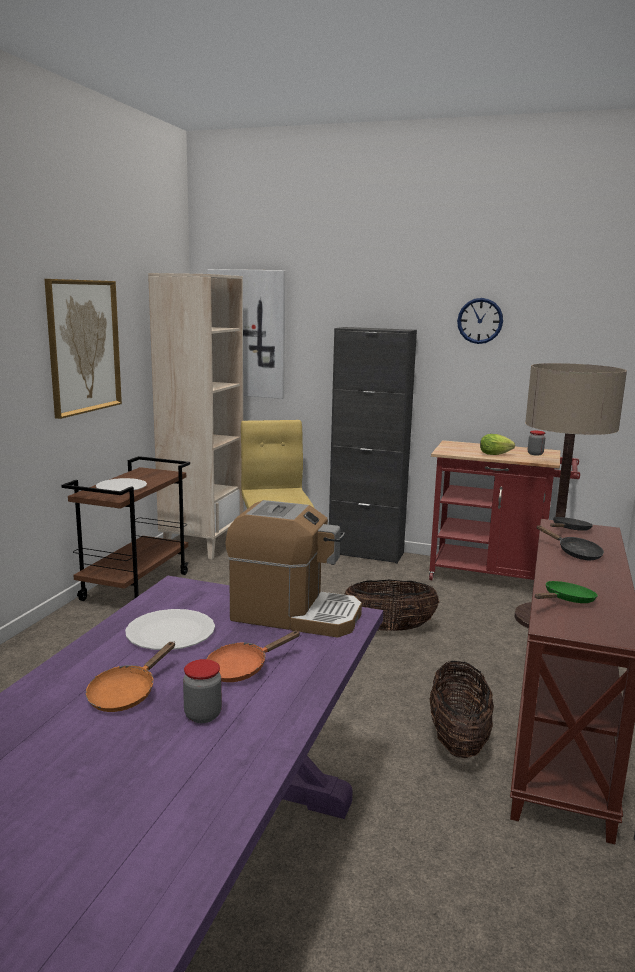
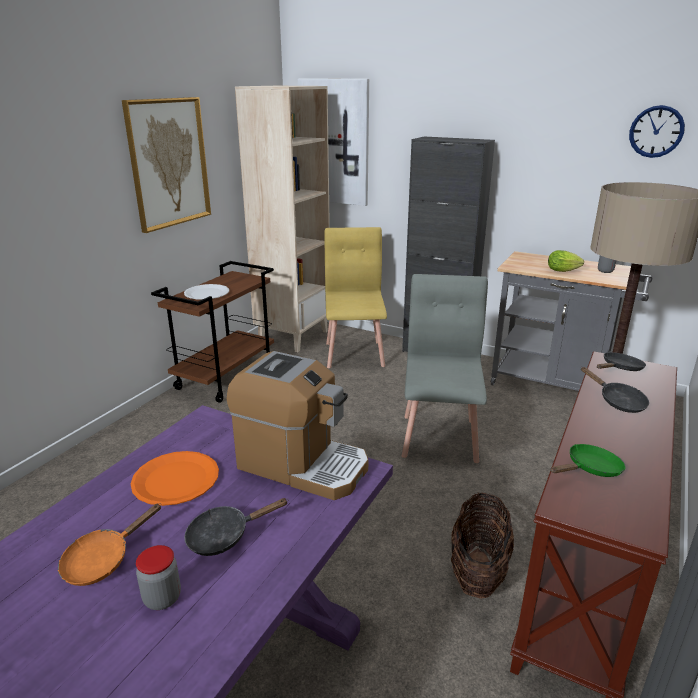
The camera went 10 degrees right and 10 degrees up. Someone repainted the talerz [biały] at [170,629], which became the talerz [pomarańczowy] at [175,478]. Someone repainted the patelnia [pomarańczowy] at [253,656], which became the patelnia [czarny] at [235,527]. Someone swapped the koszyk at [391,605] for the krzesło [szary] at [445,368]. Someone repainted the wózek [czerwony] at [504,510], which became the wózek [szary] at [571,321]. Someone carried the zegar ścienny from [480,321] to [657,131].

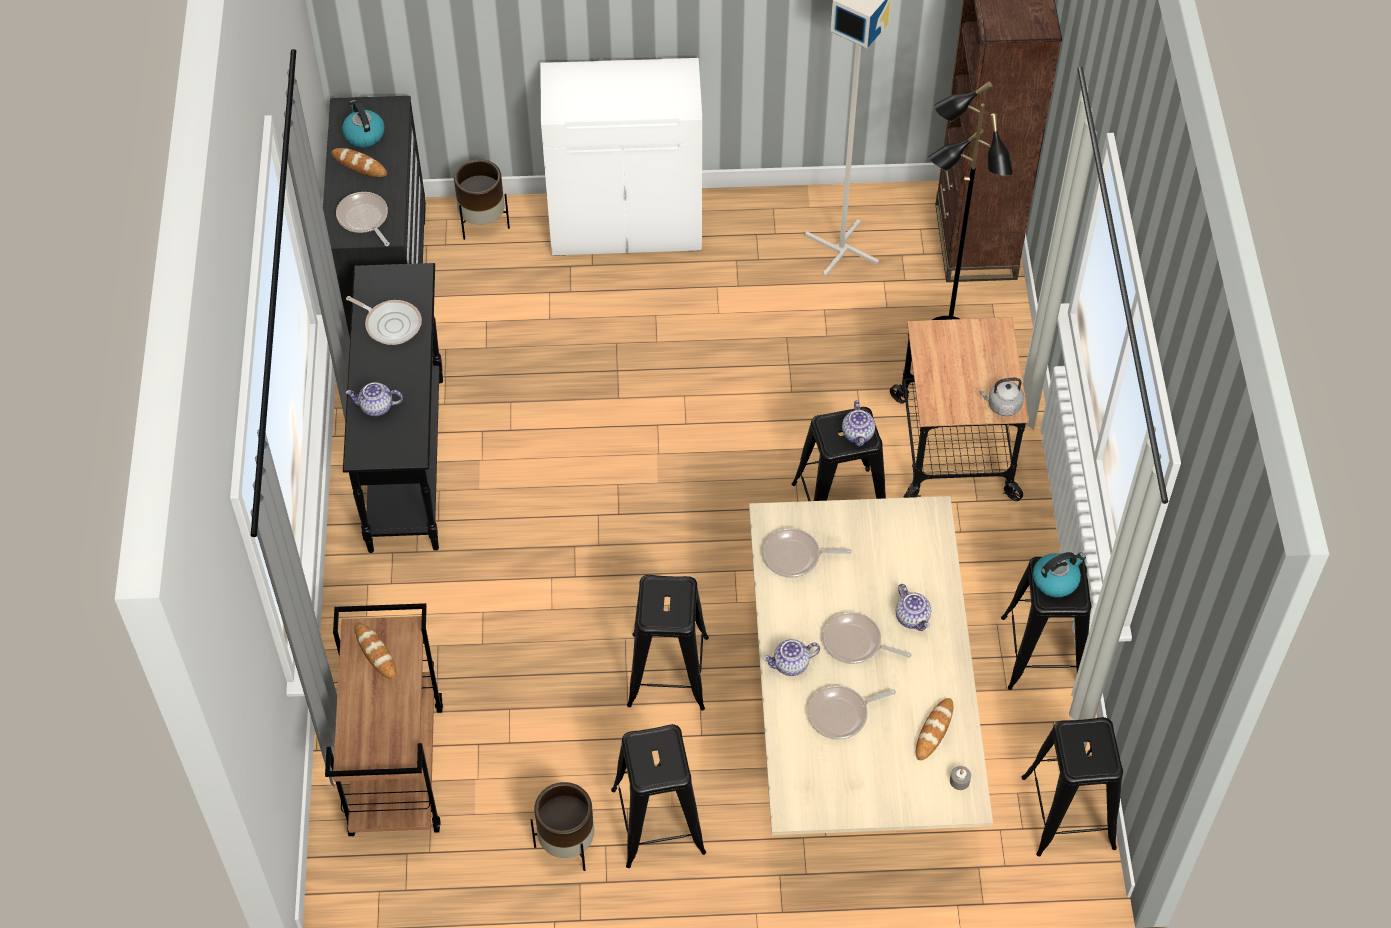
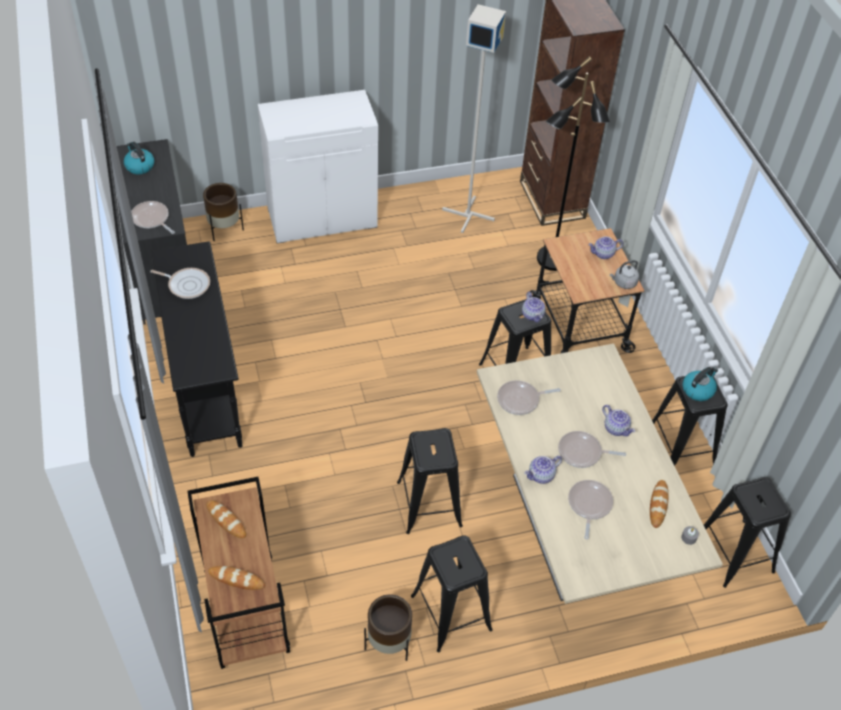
The camera went 15 degrees left and 5 degrees down. Someone carried the chleb from [359,162] to [236,578]. Someone carried the imbryk from [374,399] to [605,247]. Someone rotated the patelnia at [852,713] by 135 degrees clockwise.

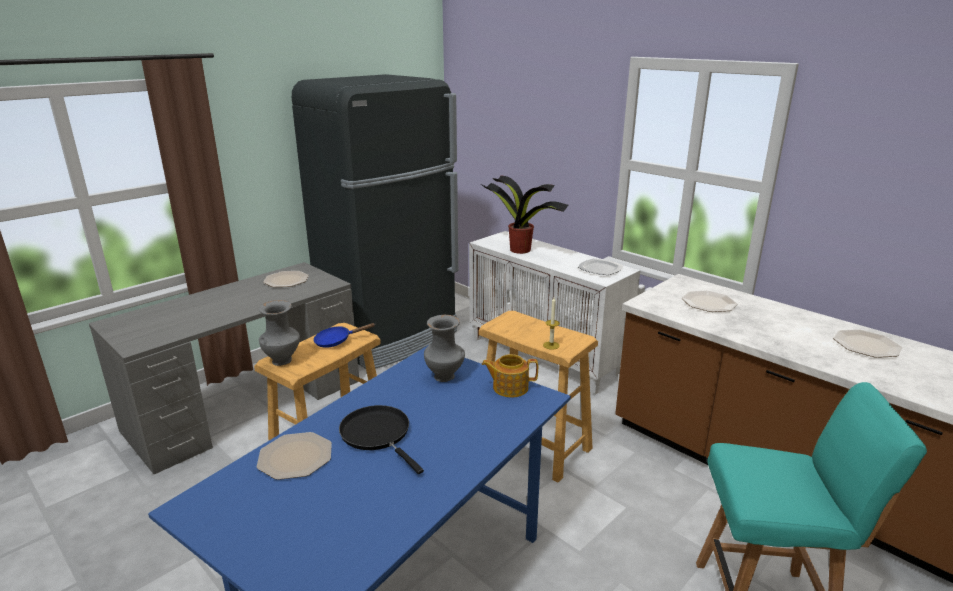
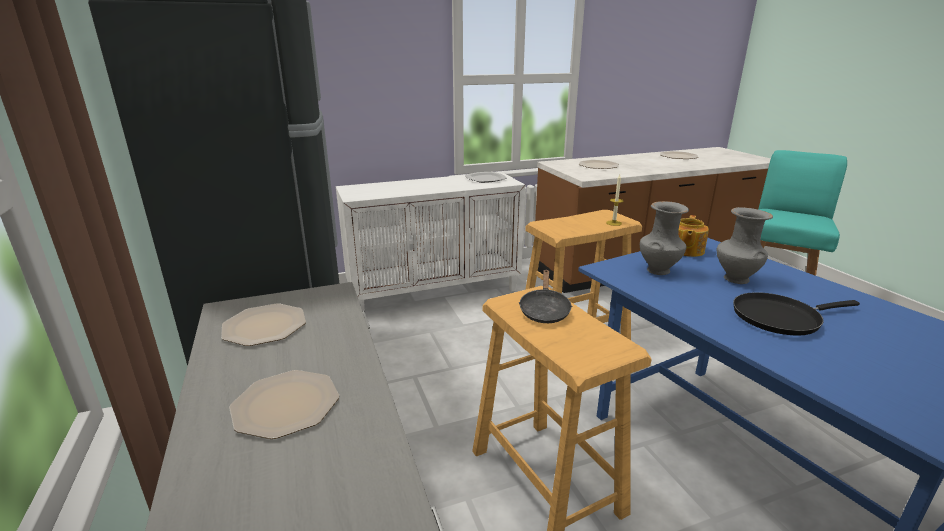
The camera went 65 degrees left and 0 degrees up. Someone carried the talerz from [294,456] to [284,404]. Someone carried the wazon [szary] from [279,333] to [745,245]. Someone repainted the patelnia [niebieski] at [344,335], which became the patelnia [czarny] at [545,296]. Someone took away the roślina doniczkowa at [525,215].

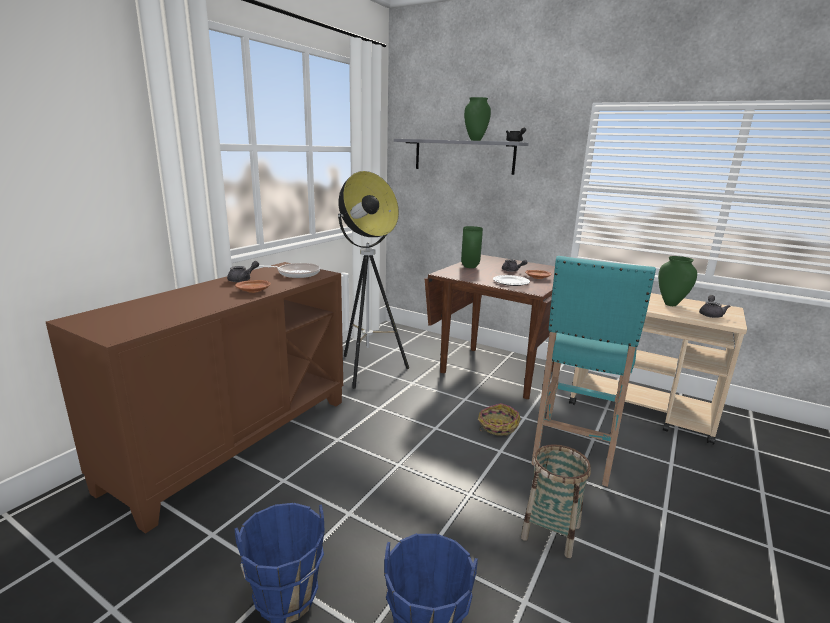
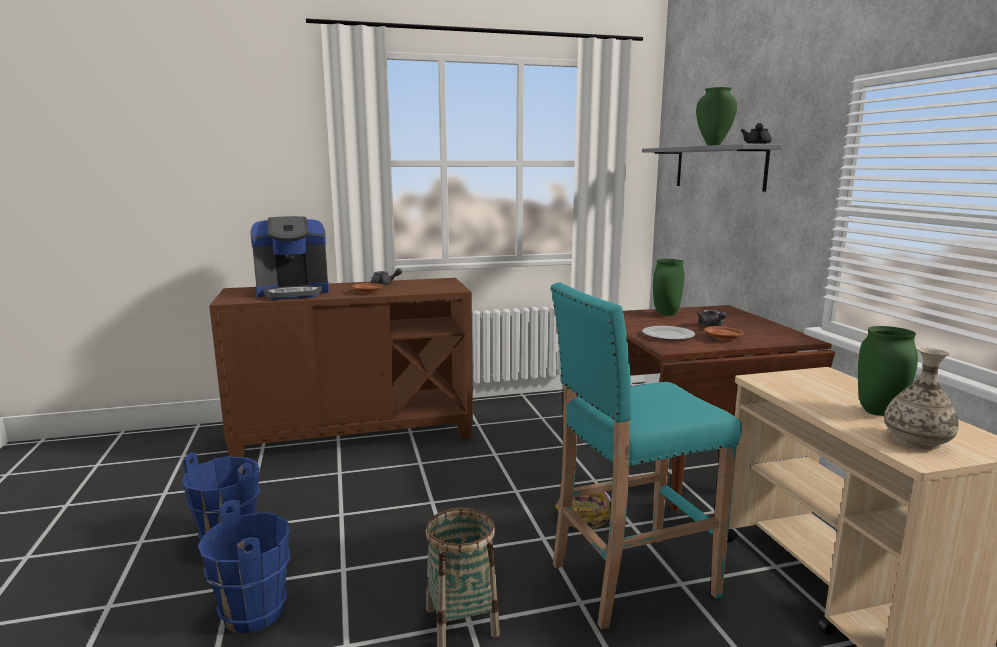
The camera went 45 degrees right and 5 degrees down. Someone took away the patelnia at [289,270]. Someone took away the lampa stojąca at [373,280]. Someone swapped the imbryk [szary] at [714,306] for the wazon at [921,399]. Someone put down the ekspres do kawy at [290,258].

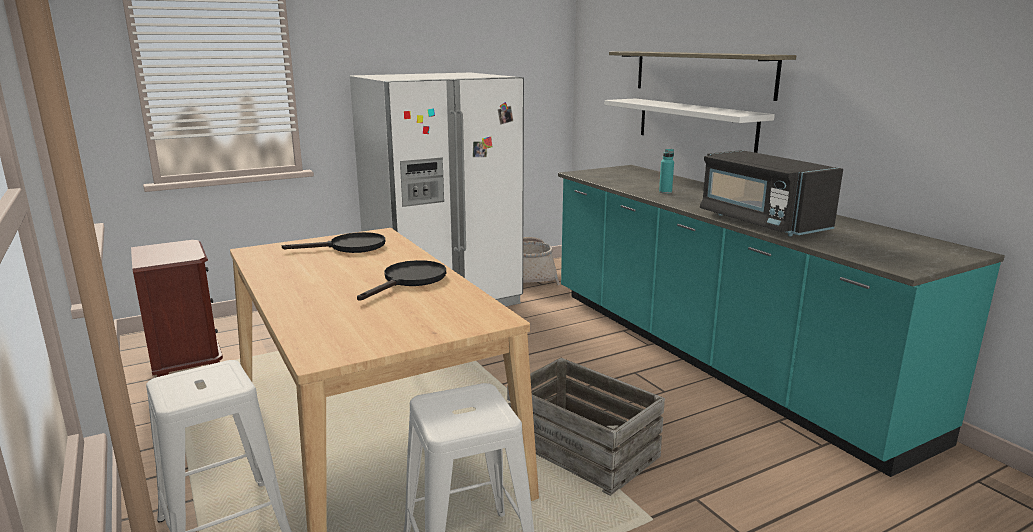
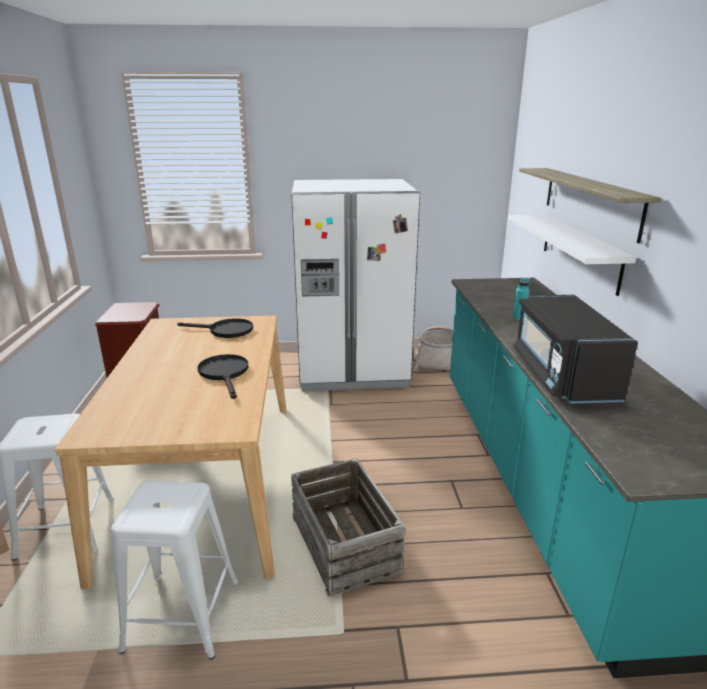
The camera went 25 degrees right and 5 degrees up. Someone rotated the patelnia [czarny] at [401,280] by 75 degrees counterclockwise.

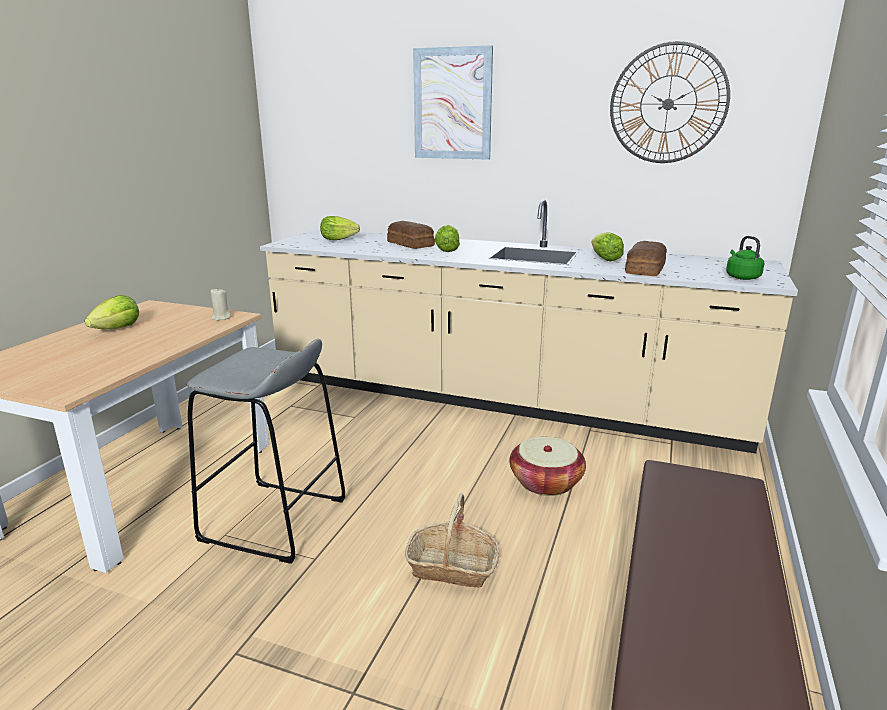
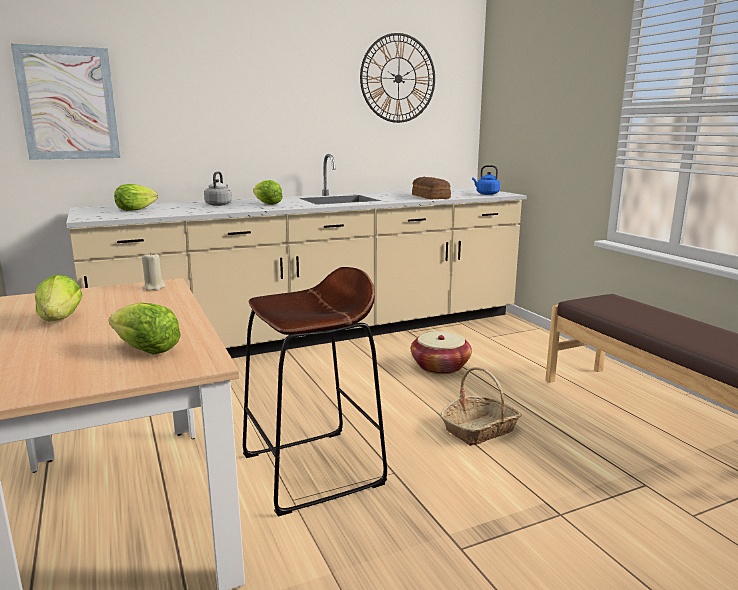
The camera went 45 degrees left and 5 degrees down. Someone repainted the stołek [szary] at [266,451], which became the stołek [brązowy] at [315,391]. Someone swapped the chleb at [411,235] for the czajnik [szary] at [218,189]. Someone carried the obraz from [453,102] to [65,102]. Someone carried the sałata from [607,246] to [145,328]. Someone repainted the czajnik [zielony] at [745,258], which became the czajnik [niebieski] at [486,180].

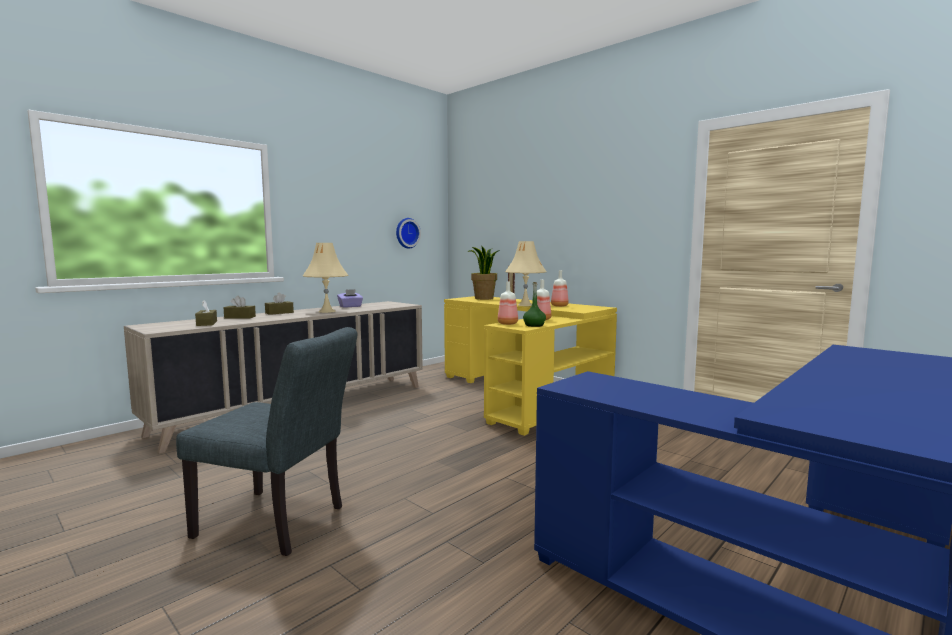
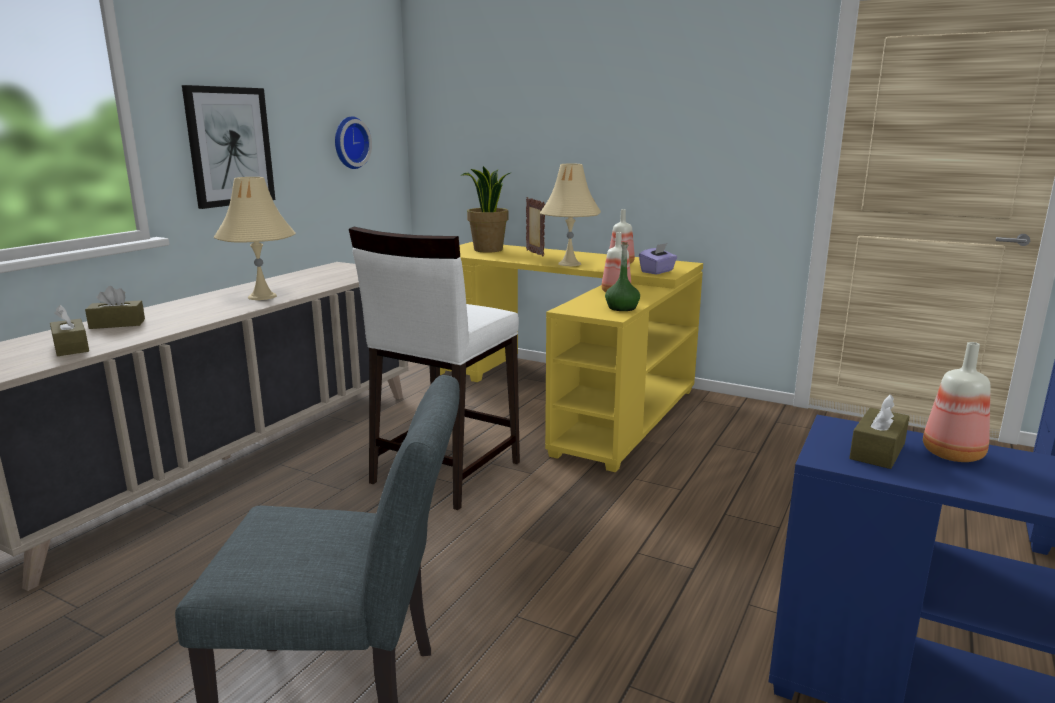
The camera went 15 degrees left and 10 degrees up. Someone carried the pudełko chusteczek [brązowy] from [279,304] to [879,432]. Someone carried the pudełko chusteczek [fioletowy] from [350,298] to [658,258]. Someone carried the butelka from [508,303] to [957,402]. Someone put up the obraz at [228,147]. Someone put down the stołek [biały] at [434,368].

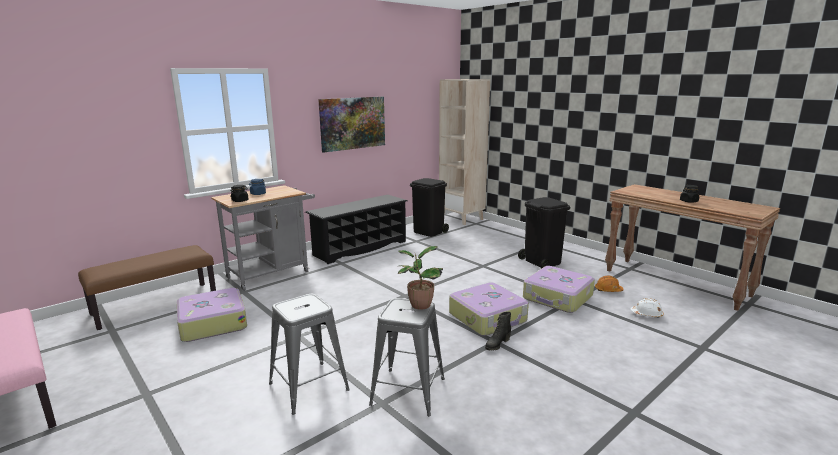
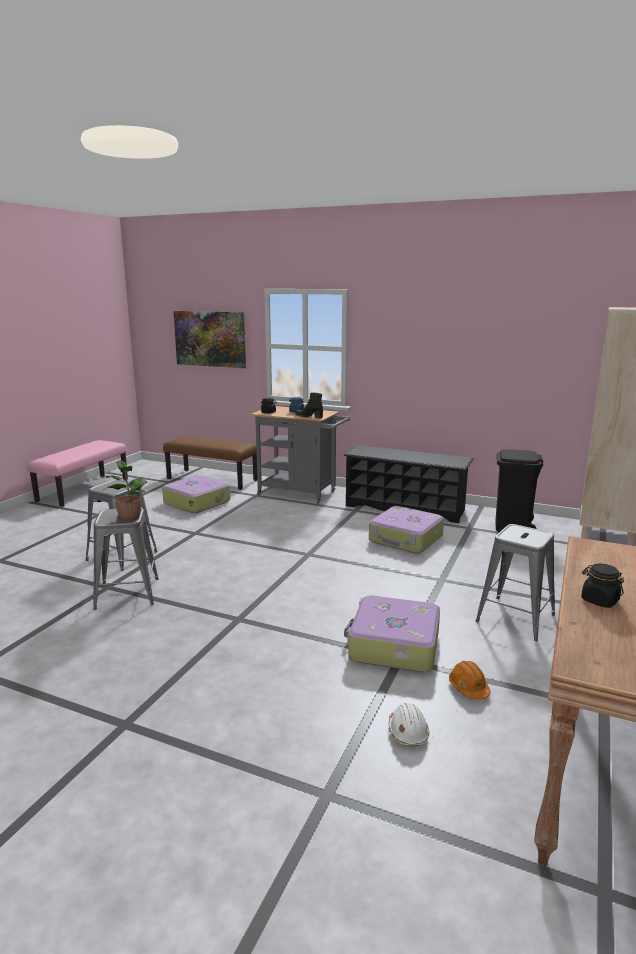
The camera went 65 degrees right and 0 degrees up. Someone carried the obraz from [351,125] to [209,339]. Someone carried the walizka from [489,309] to [406,530]. Someone carried the but z cholewką [czarny] from [498,331] to [309,405]. Someone swapped the kosz na śmieci [czarny] at [544,233] for the stołek [szary] at [515,582].

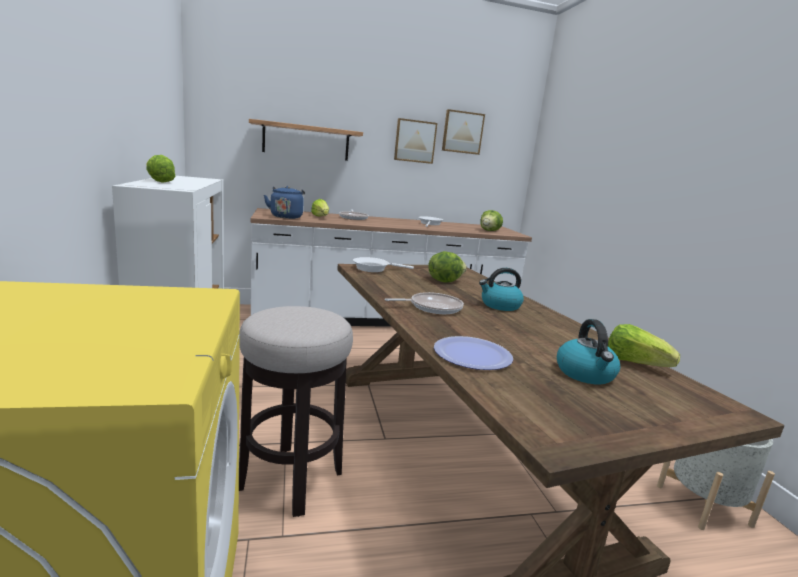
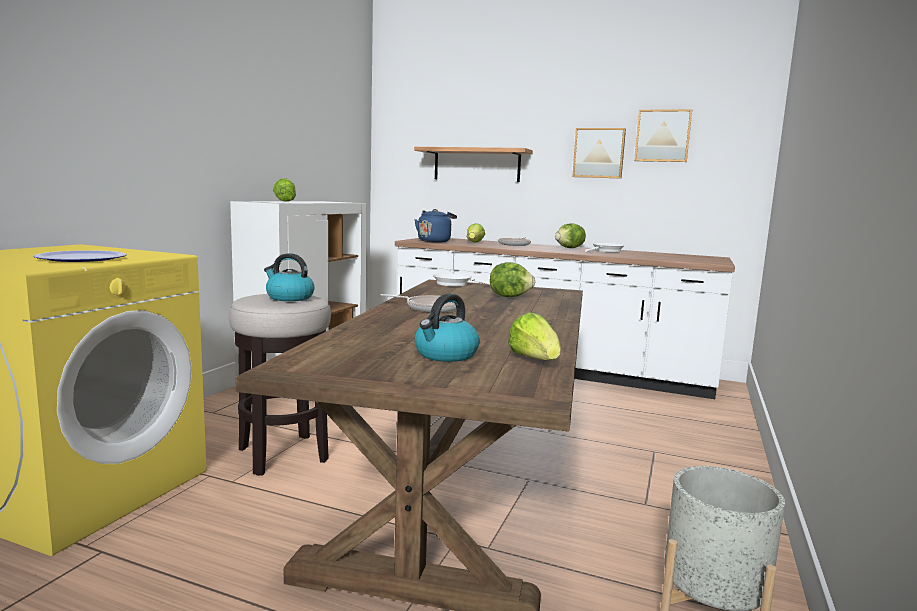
The camera went 35 degrees right and 5 degrees down. Someone carried the talerz from [473,353] to [80,256]. Someone carried the czajnik from [501,289] to [289,277]. Someone carried the sałata from [491,220] to [570,235].

